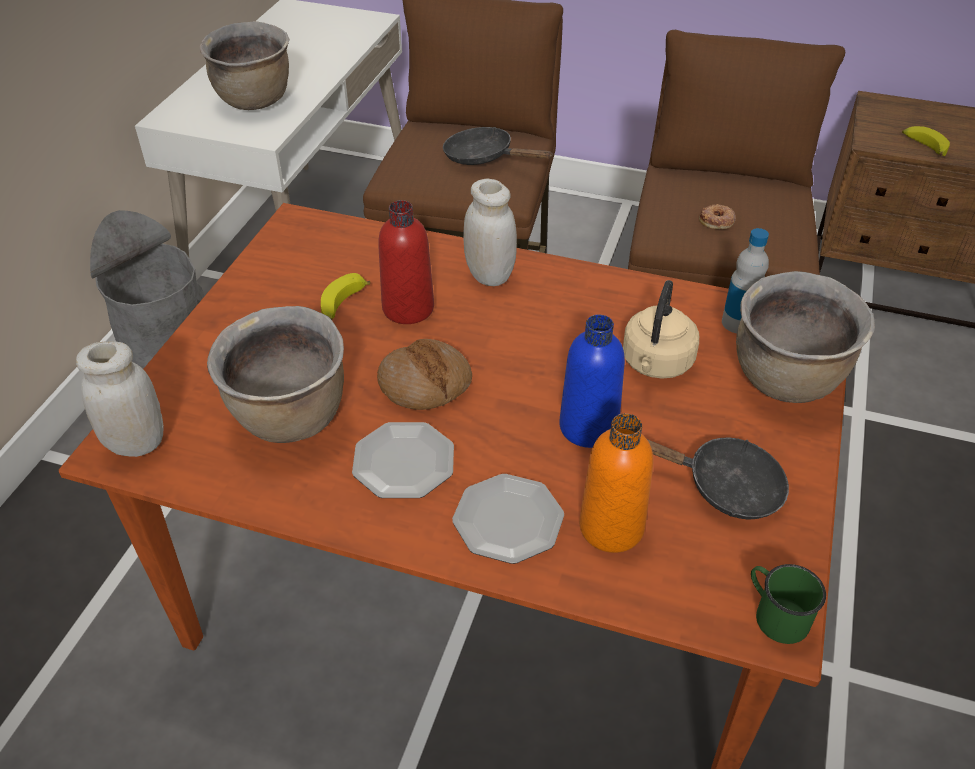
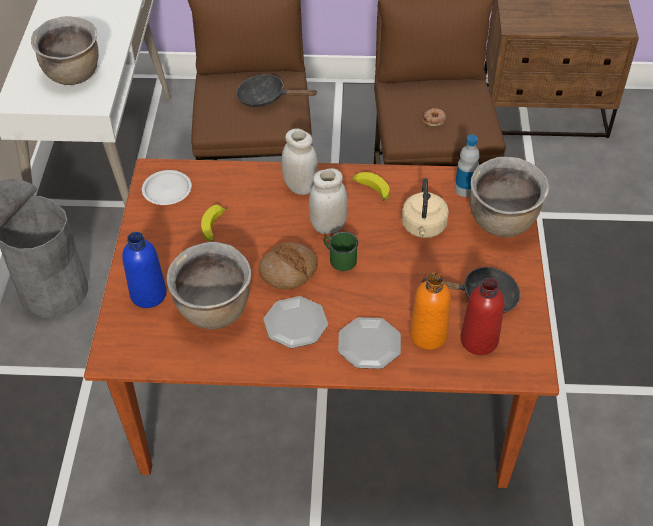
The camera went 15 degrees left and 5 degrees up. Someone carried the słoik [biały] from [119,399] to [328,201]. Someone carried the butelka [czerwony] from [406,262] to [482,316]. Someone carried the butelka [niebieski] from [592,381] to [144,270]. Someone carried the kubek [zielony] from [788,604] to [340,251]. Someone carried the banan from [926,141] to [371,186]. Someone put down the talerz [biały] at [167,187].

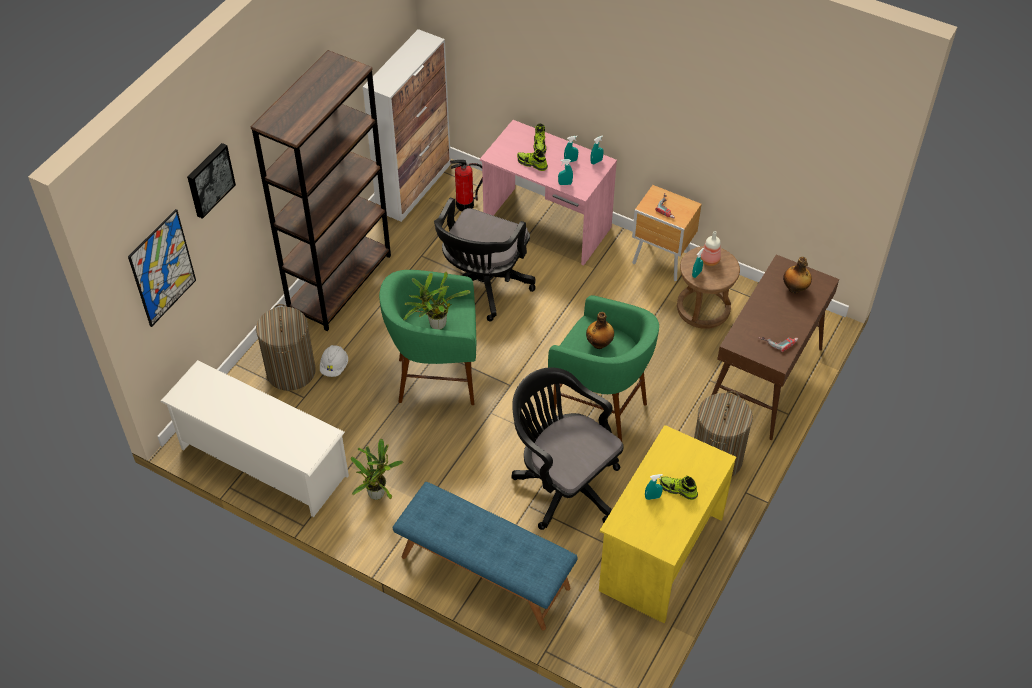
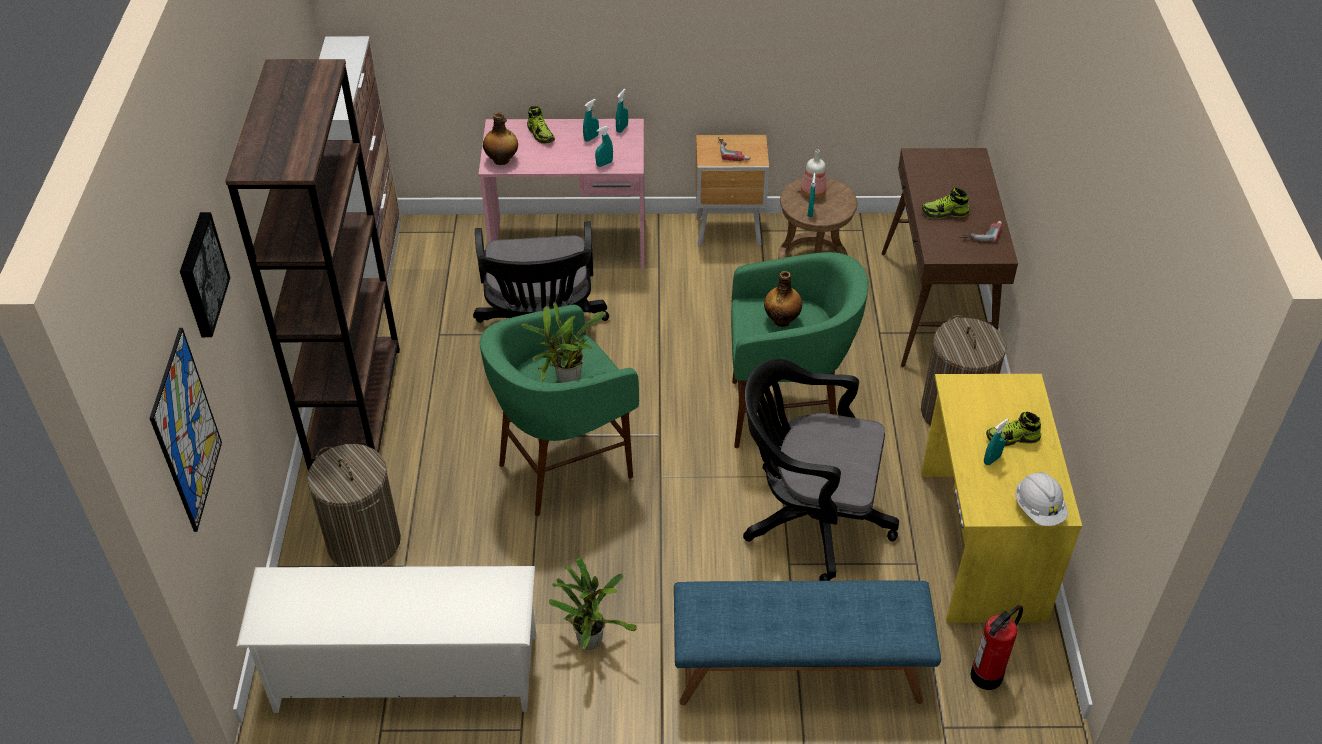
The camera went 30 degrees left and 5 degrees down. Someone carried the kask [biały] from [334,361] to [1041,499]. Someone carried the gaśnica from [466,185] to [996,647]. Someone carried the but from [532,160] to [945,203]. Someone carried the butelka from [797,275] to [500,138].

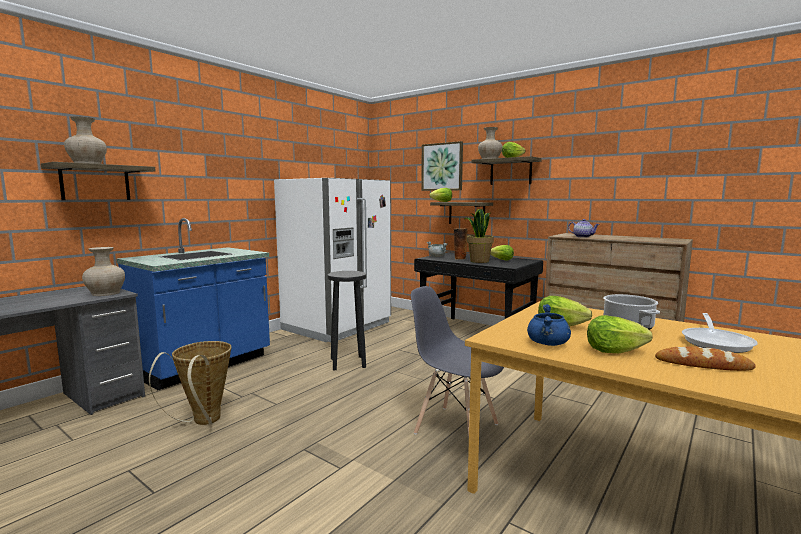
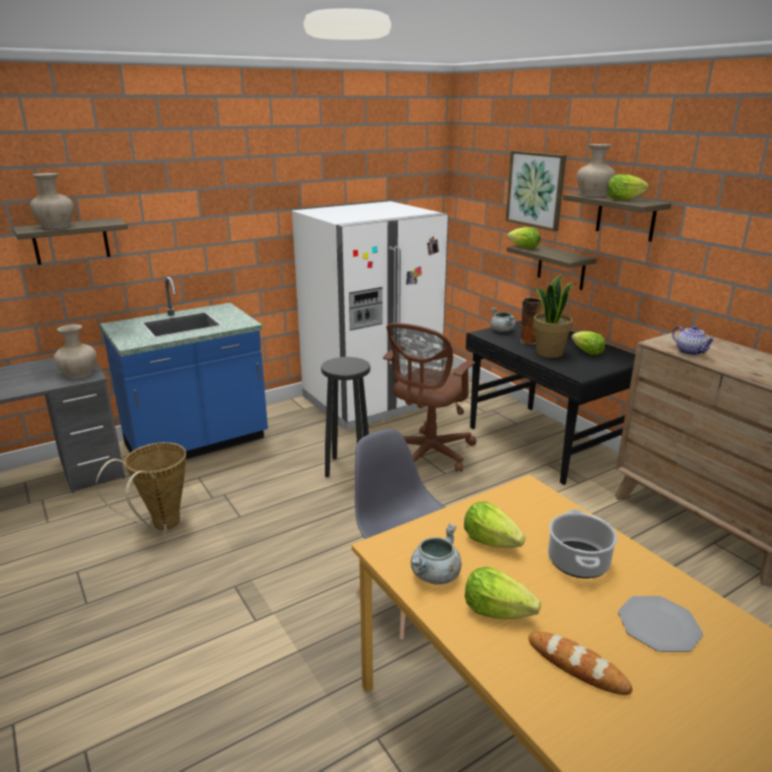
The camera went 20 degrees right and 15 degrees up. Someone repainted the garnek [niebieski] at [549,325], which became the garnek [szary] at [436,554]. Someone swapped the patelnia at [720,333] for the talerz at [660,624]. Someone put down the krzesło biurowe [brązowy] at [429,397].

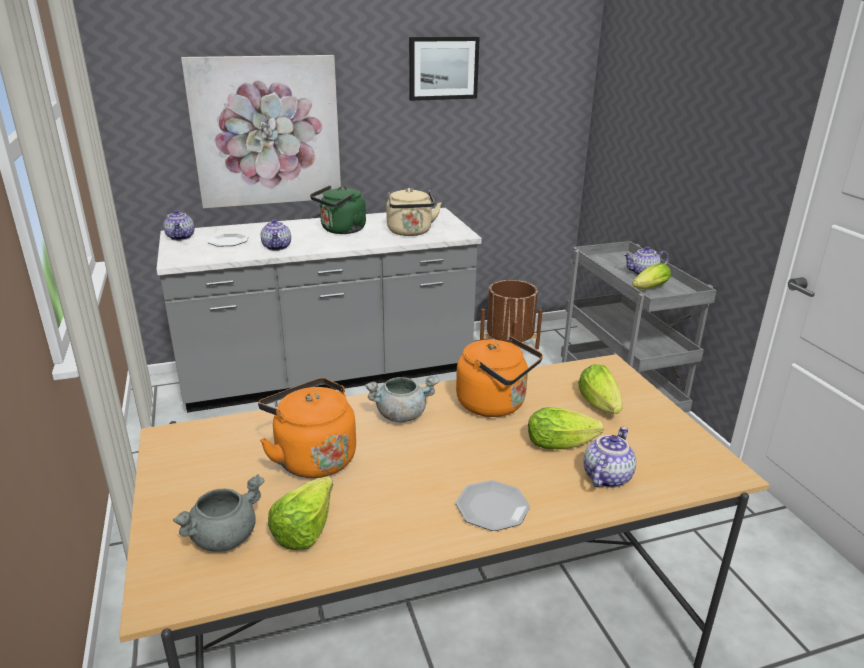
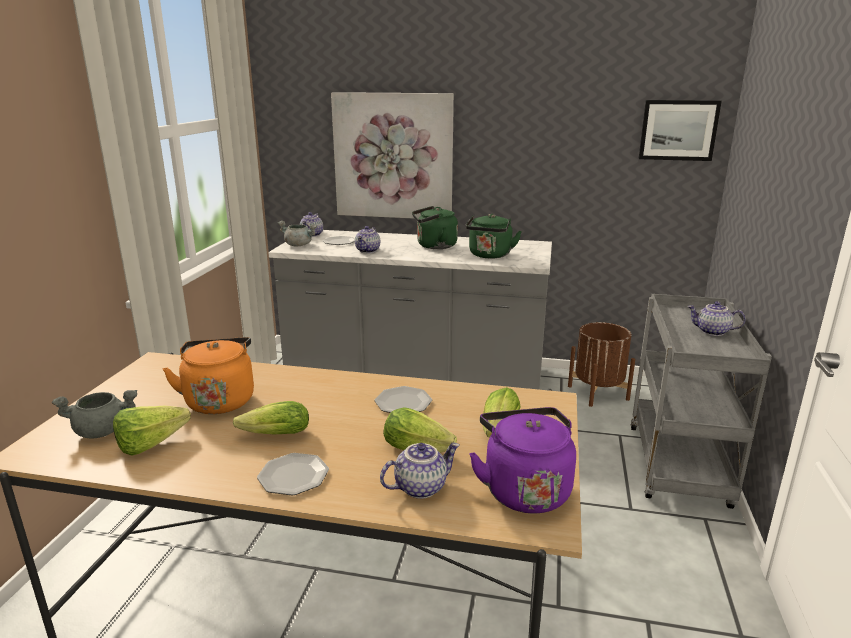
The camera went 30 degrees right and 5 degrees down. Someone carried the garnek [szary] from [402,399] to [298,233]. Someone repainted the czajnik [beżowy] at [414,212], which became the czajnik [zielony] at [494,236]. Someone carried the obraz from [444,69] to [680,130]. Someone swapped the czajnik [pomarańczowy] at [499,376] for the talerz at [403,399]. Someone carried the sałata from [651,276] to [271,417]. Someone put down the czajnik [fioletowy] at [522,460].

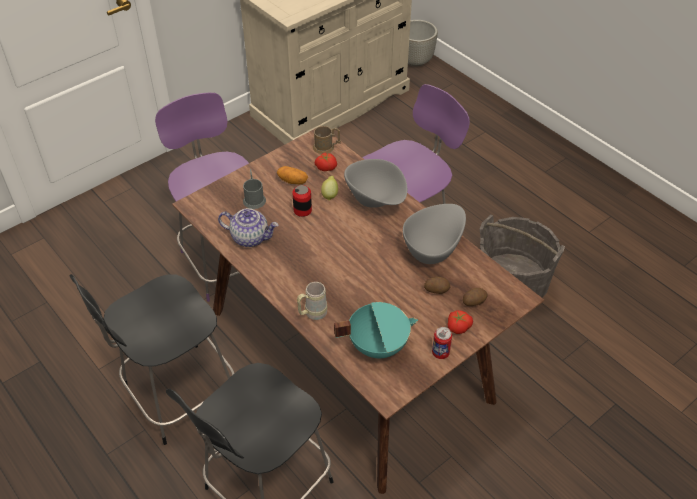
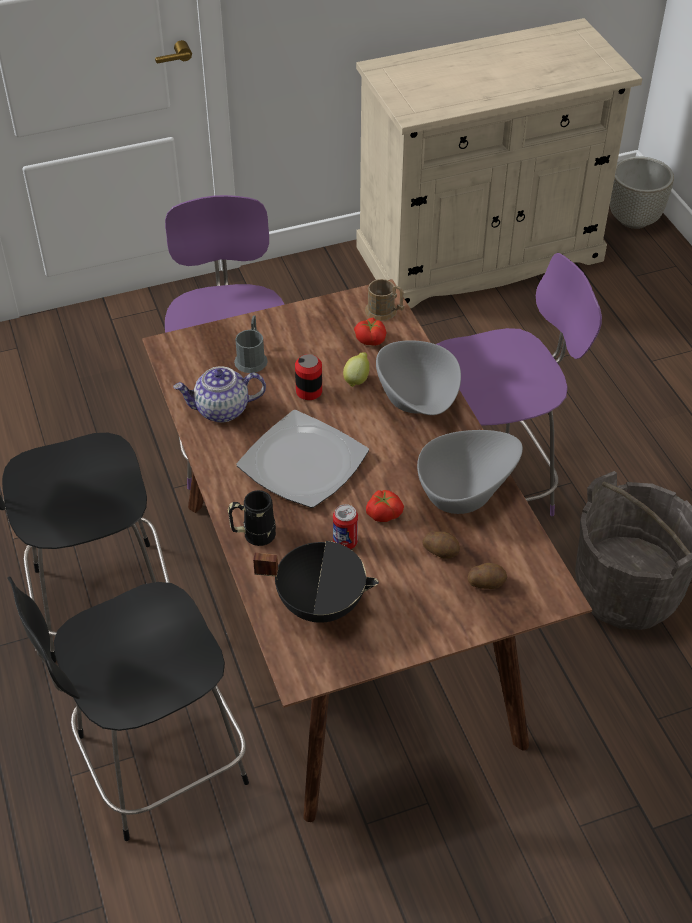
The camera went 20 degrees right and 0 degrees up. Someone rotated the imbryk at [248,227] by 135 degrees clockwise. Someone took away the ziemniak at [292,175]. Someone repainted the kubek [beżowy] at [312,301], which became the kubek [czarny] at [251,518]. Someone repainted the garnek [turkusowy] at [376,330], which became the garnek [czarny] at [316,582]. Someone carried the puszka from [442,343] to [345,526]. Someone carried the pomidor from [460,322] to [385,506]. Someone put down the talerz at [302,459].

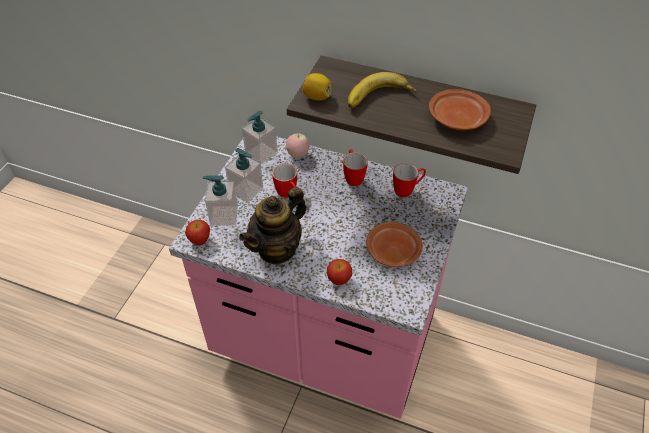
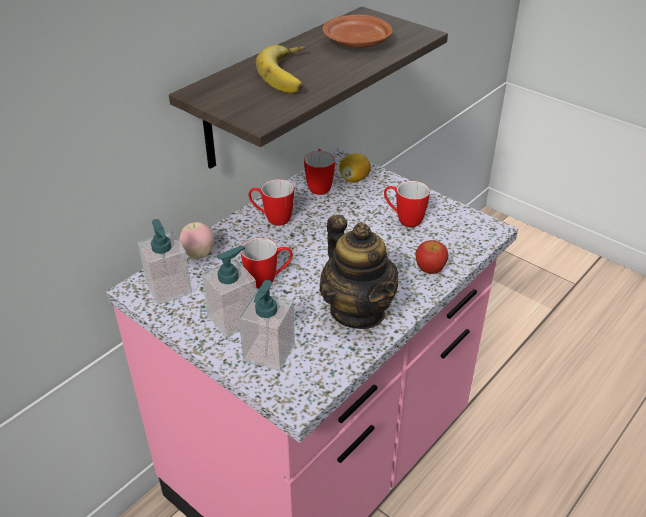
The camera went 70 degrees left and 10 degrees down. Someone took away the jabłko at [197,232]. Someone carried the cytryna from [316,86] to [355,168]. Someone swapped the talerz [brązowy] at [394,244] for the kubek at [407,204].

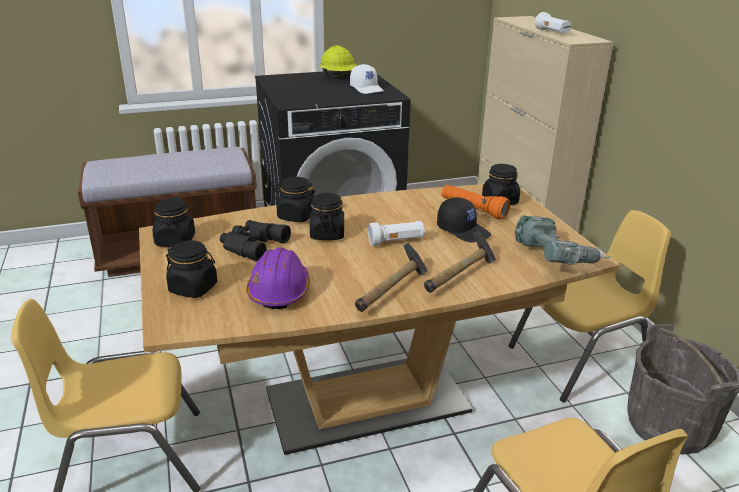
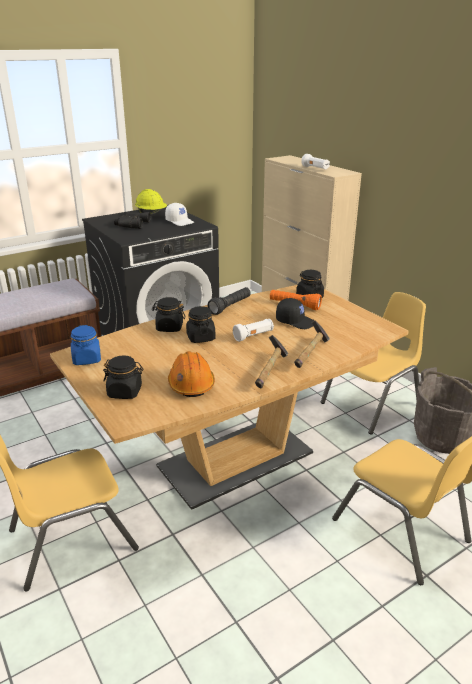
The camera went 15 degrees left and 0 degrees up. Someone repainted the słoik [czarny] at [174,222], which became the słoik [niebieski] at [85,345]. Someone carried the lornetka [czarny] from [255,240] to [132,220]. Someone repainted the kask [fioletowy] at [278,278], which became the kask [pomarańczowy] at [191,374]. Someone took away the wiertarka at [562,240]. Someone put down the latarka [czarny] at [229,301].

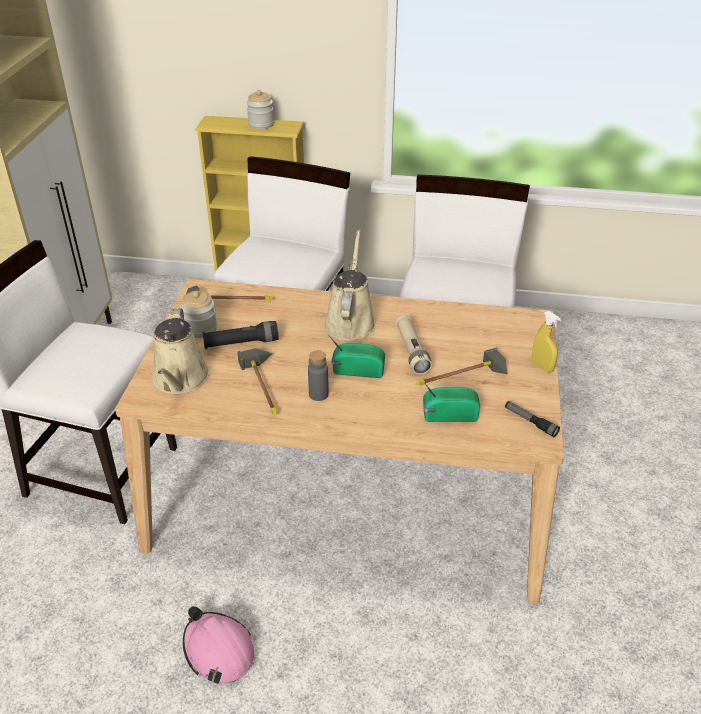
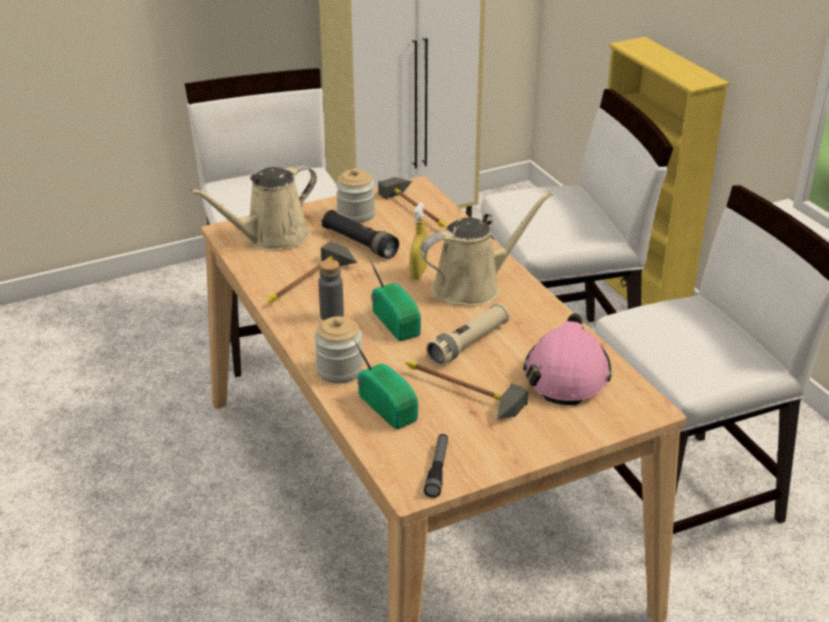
The camera went 55 degrees right and 5 degrees down. Someone carried the kask [różowy] from [219,645] to [567,359]. Someone carried the słoik from [260,110] to [338,350]. Someone carried the spryskiwacz [żółty] from [547,342] to [418,241].

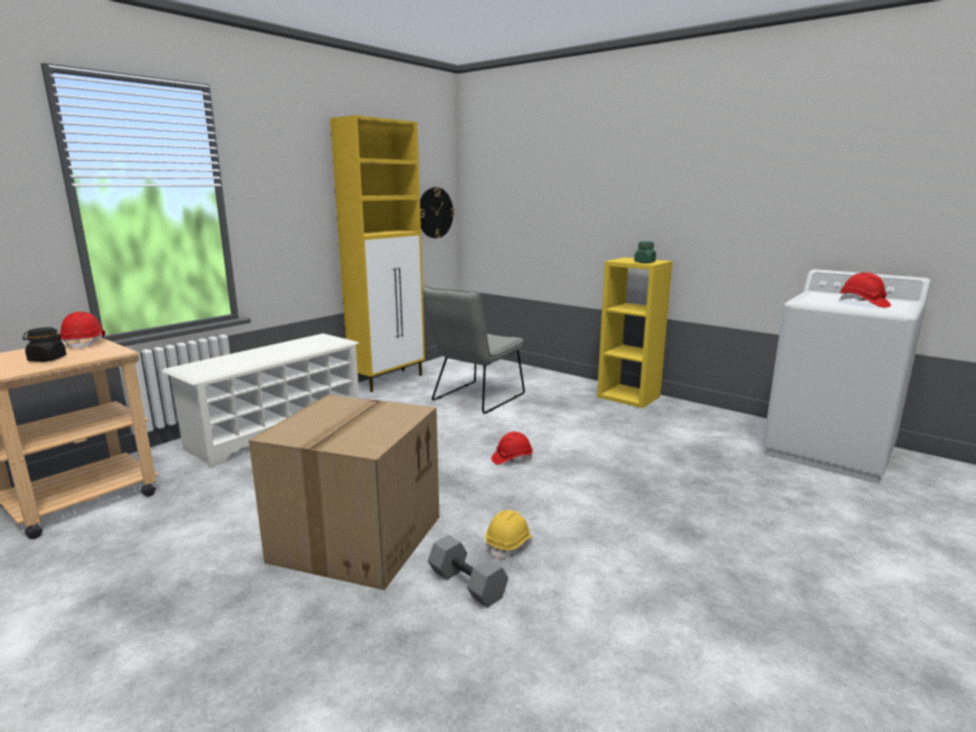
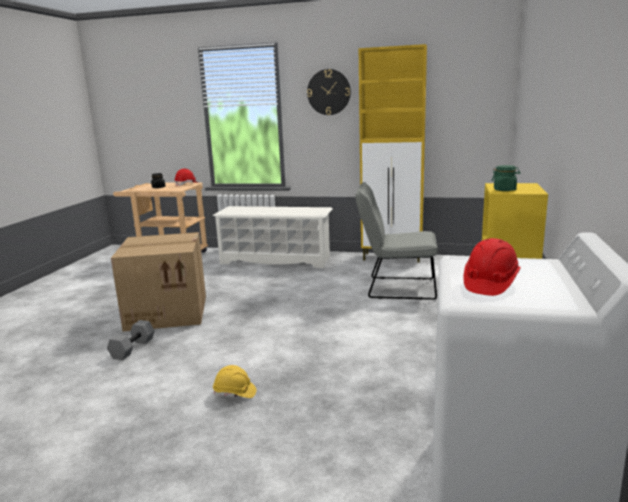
The camera went 65 degrees right and 0 degrees up. Someone carried the zegar ścienny from [437,212] to [329,92]. Someone carried the kask [żółty] from [509,535] to [235,381]. Someone took away the kask [czerwony] at [512,448].

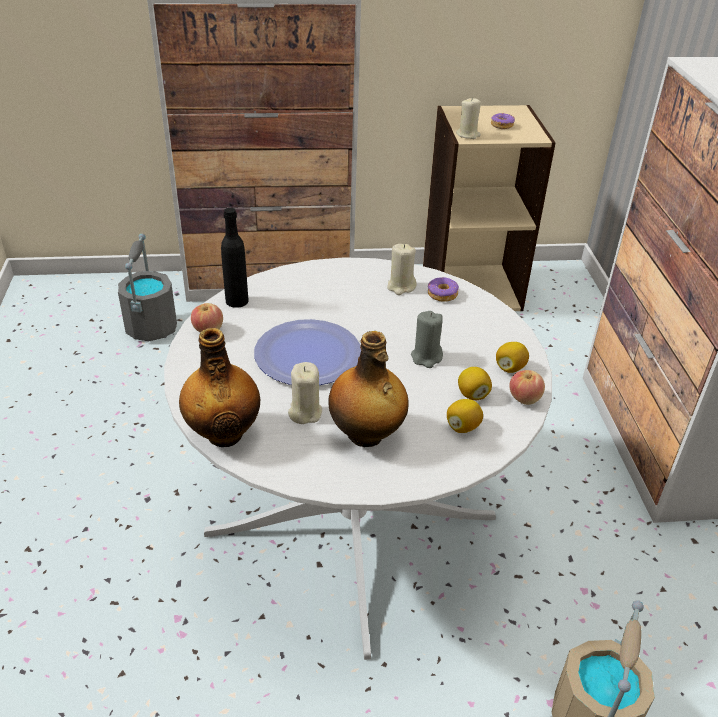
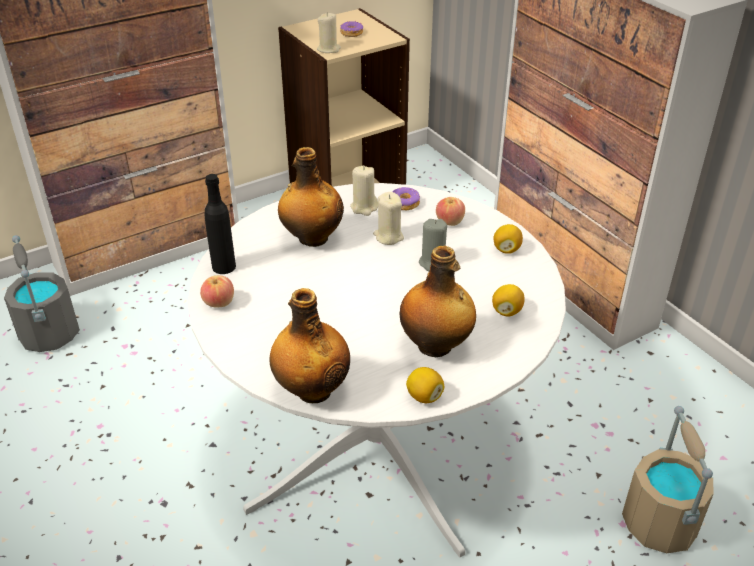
The camera went 25 degrees left and 0 degrees up. Someone took away the talerz at [307,352]. Someone carried the świeca [beżowy] from [305,393] to [388,218]. Someone carried the cytryna from [475,383] to [425,385]. Someone carried the jabłko from [527,387] to [450,211]. Someone put down the butelka at [311,197].

